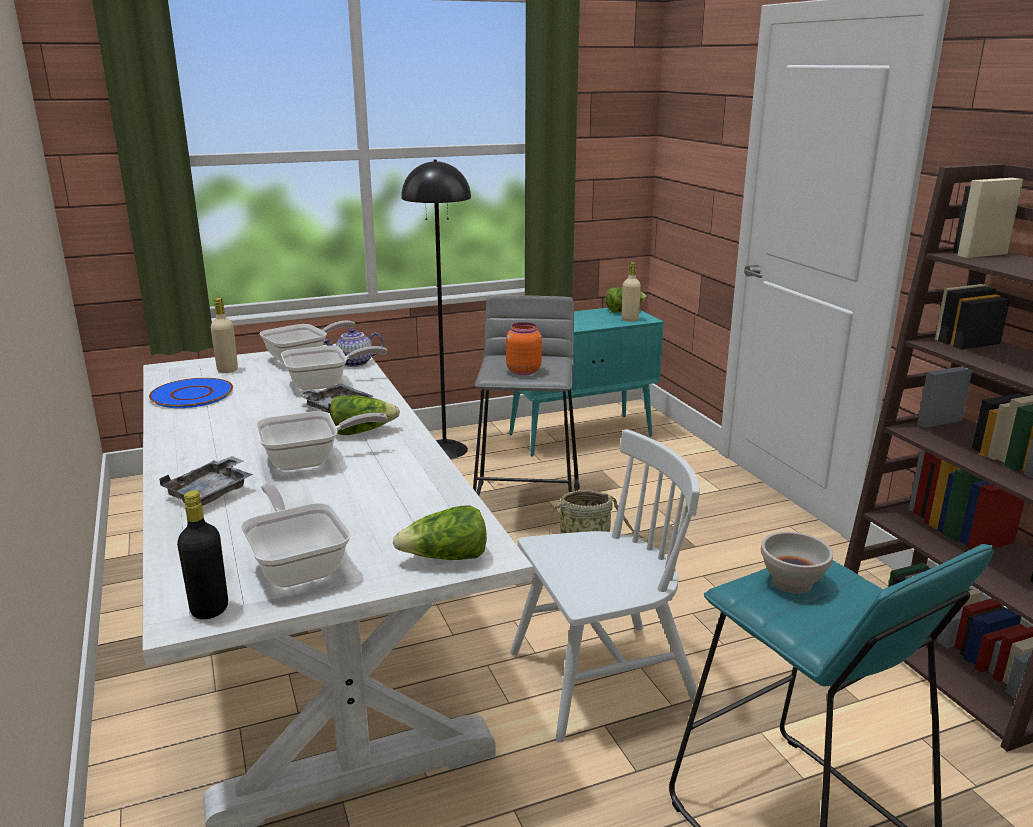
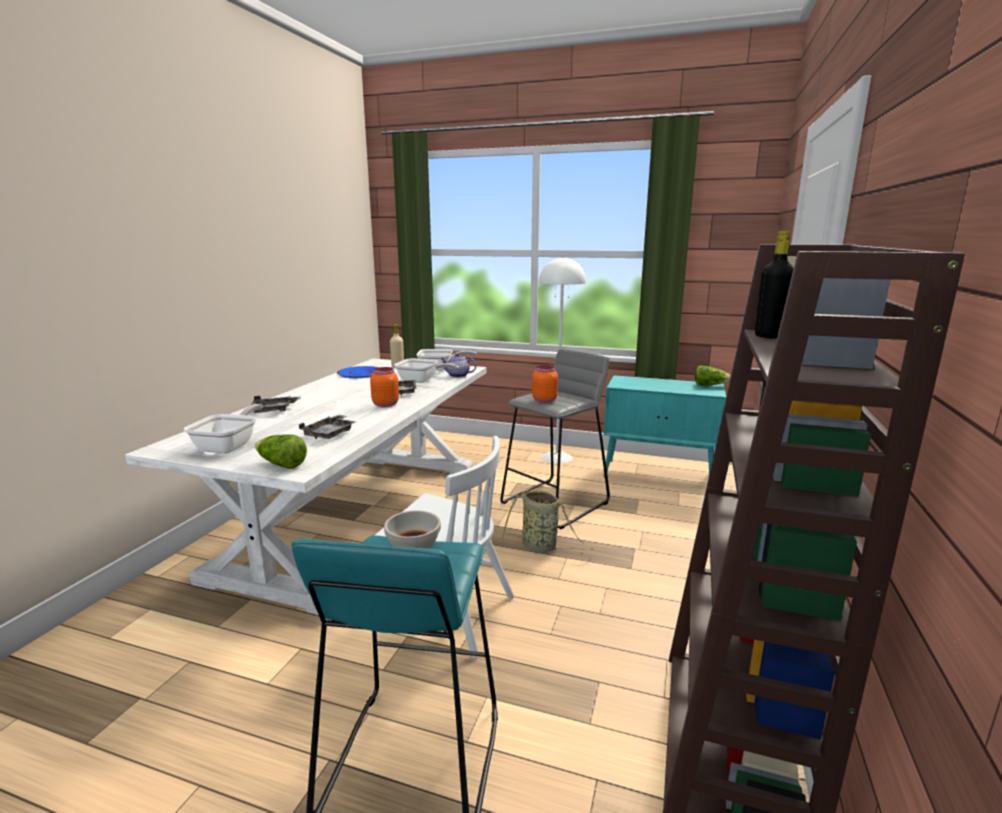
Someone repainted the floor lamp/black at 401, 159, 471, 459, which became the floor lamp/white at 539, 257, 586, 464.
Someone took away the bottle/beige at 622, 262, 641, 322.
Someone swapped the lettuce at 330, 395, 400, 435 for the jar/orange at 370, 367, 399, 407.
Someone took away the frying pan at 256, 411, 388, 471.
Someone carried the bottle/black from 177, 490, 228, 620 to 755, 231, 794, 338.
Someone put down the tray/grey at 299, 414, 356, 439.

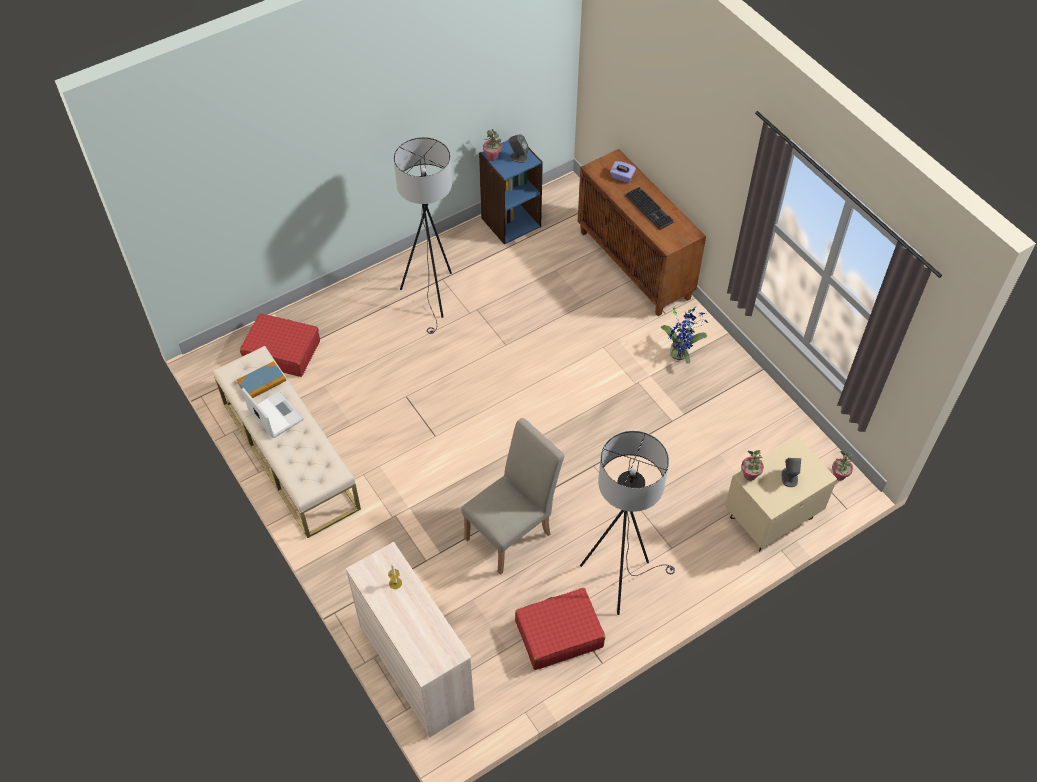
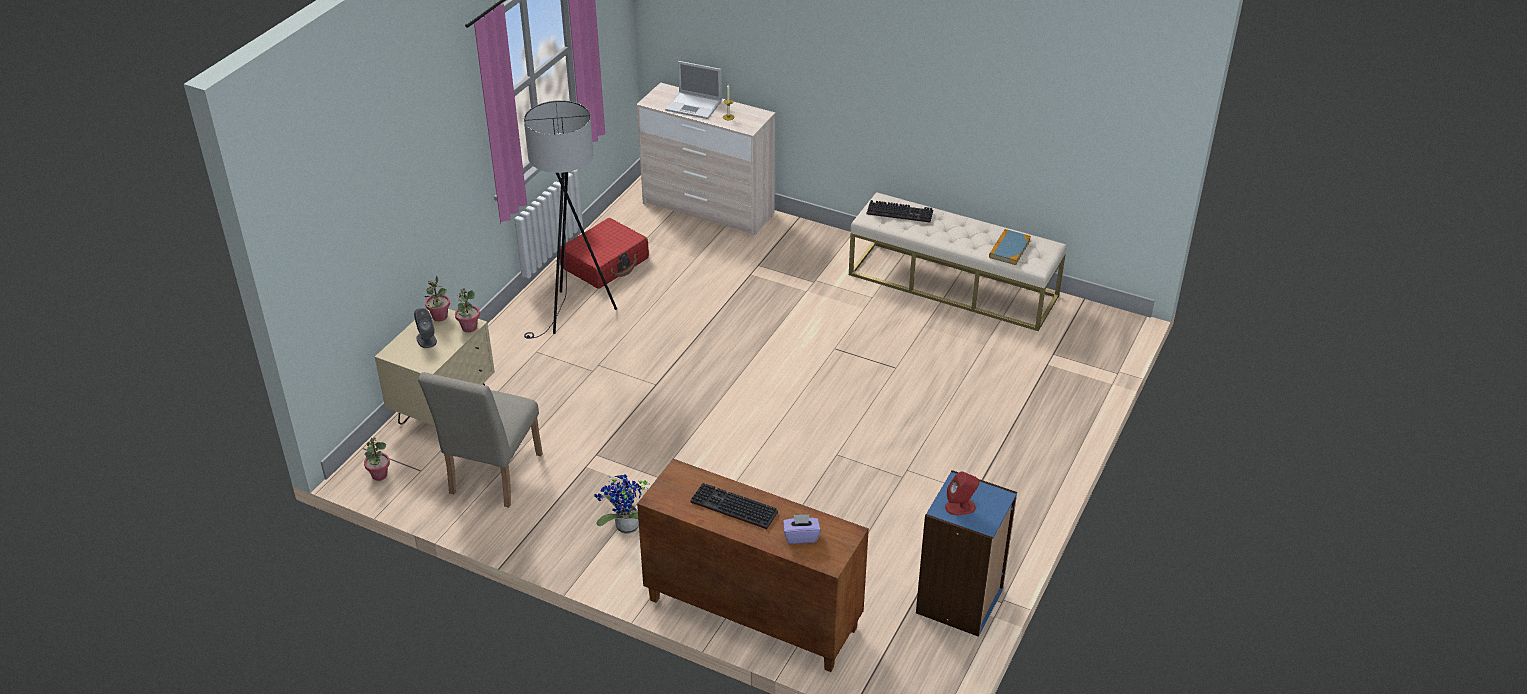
Someone carried the potted plant from 483, 129, 501, 161 to 424, 276, 450, 321.
Someone repainted the speaker/grey at 509, 134, 529, 163, which became the speaker/red at 945, 472, 979, 515.
Someone took away the floor lamp/grey at 394, 137, 452, 334.
Someone took away the suitcase/red at 240, 314, 320, 377.
Someone carried the laptop from 242, 388, 304, 438 to 665, 61, 722, 119.
Someone carried the chair/beige from 462, 418, 564, 575 to 418, 372, 543, 508.
Someone put down the keyboard at 867, 200, 933, 223.

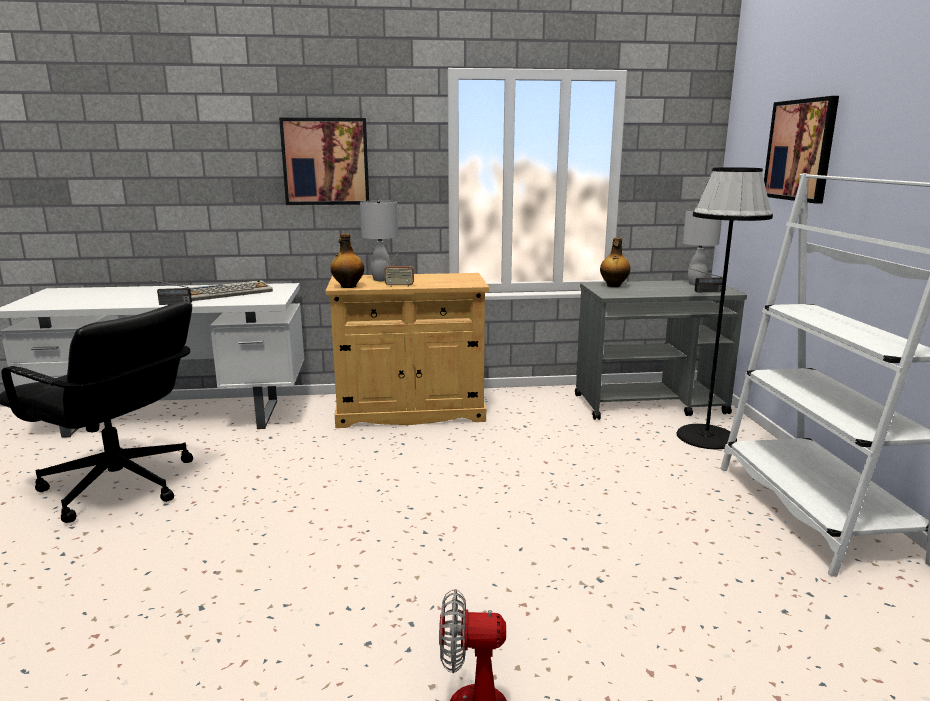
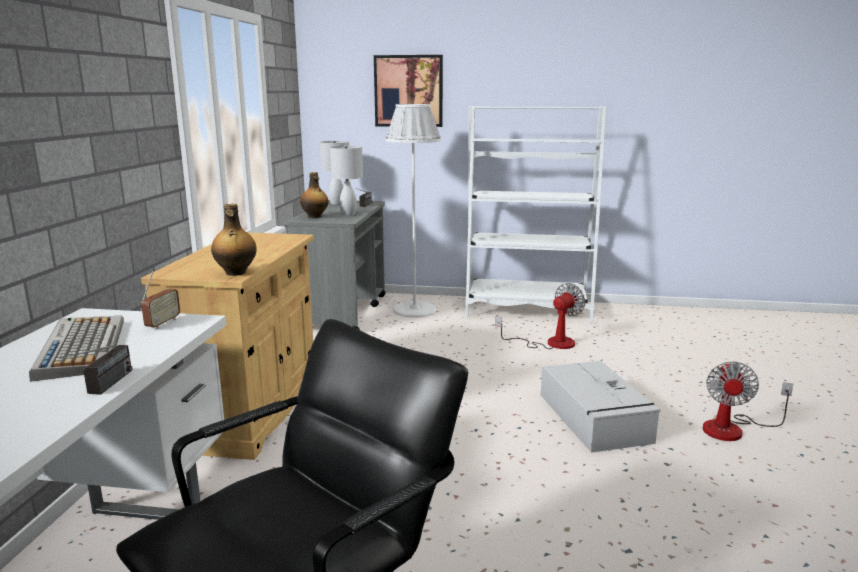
Someone took away the picture at 279, 118, 369, 205.
Someone repainted the floor lamp/black at 677, 167, 773, 449, which became the floor lamp/white at 386, 104, 441, 317.
Someone carried the table lamp/white from 360, 200, 398, 281 to 330, 146, 363, 216.
Someone carried the radio from 384, 251, 414, 287 to 141, 271, 180, 329.
Someone put down the fan at 496, 283, 585, 349.
Someone put down the storage box/grey at 541, 361, 661, 453.

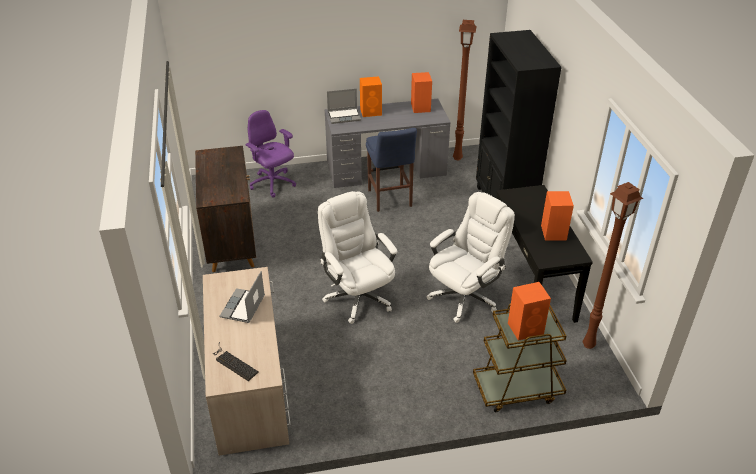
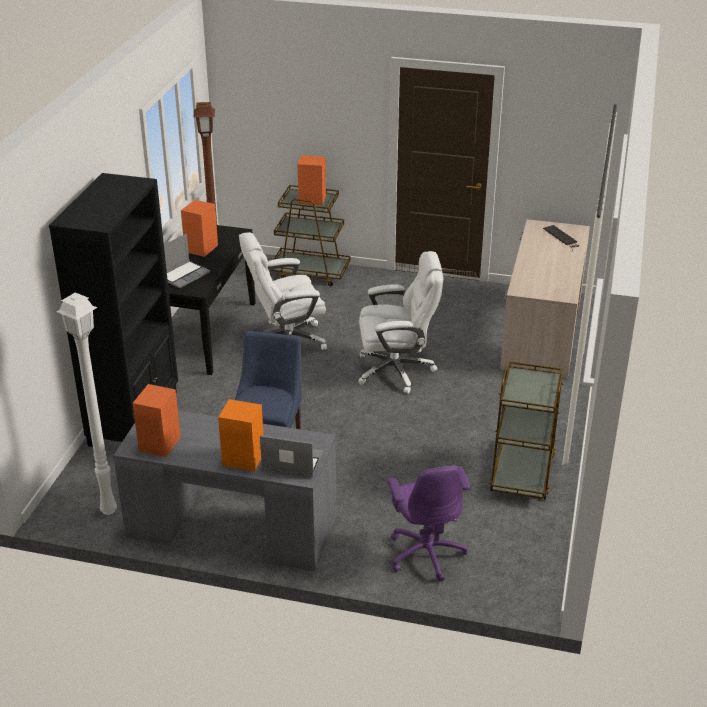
Someone repainted the floor lamp/brown at 453, 20, 477, 160, which became the floor lamp/white at 56, 292, 117, 515.
Someone swapped the cabinet/brown at 195, 146, 256, 272 for the cart/brown at 489, 362, 563, 500.
Someone rotated the office chair/white at 318, 191, 397, 324 by 90 degrees counterclockwise.
Someone carried the laptop from 219, 271, 265, 323 to 164, 234, 210, 288.

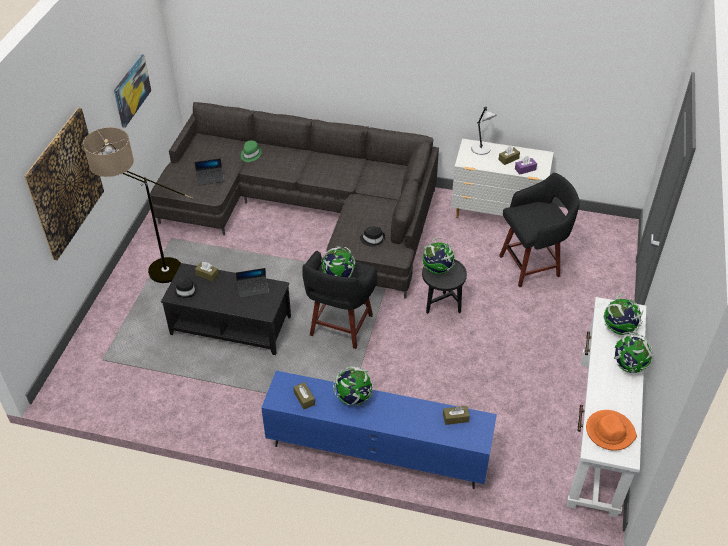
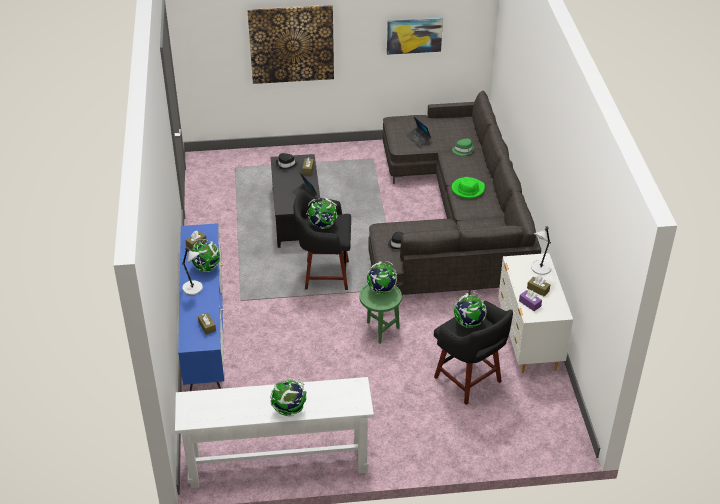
Someone took away the floor lamp at 83, 127, 193, 283.
Someone repainted the side table/black at 422, 259, 467, 314, which became the side table/green at 360, 284, 402, 344.
Someone carried the globe from 603, 294, 643, 335 to 454, 292, 487, 328.
Someone took away the hat/orange at 586, 410, 637, 451.
Someone put down the hat/green at 452, 177, 485, 199.
Someone put down the table lamp/grey at 182, 247, 203, 295.

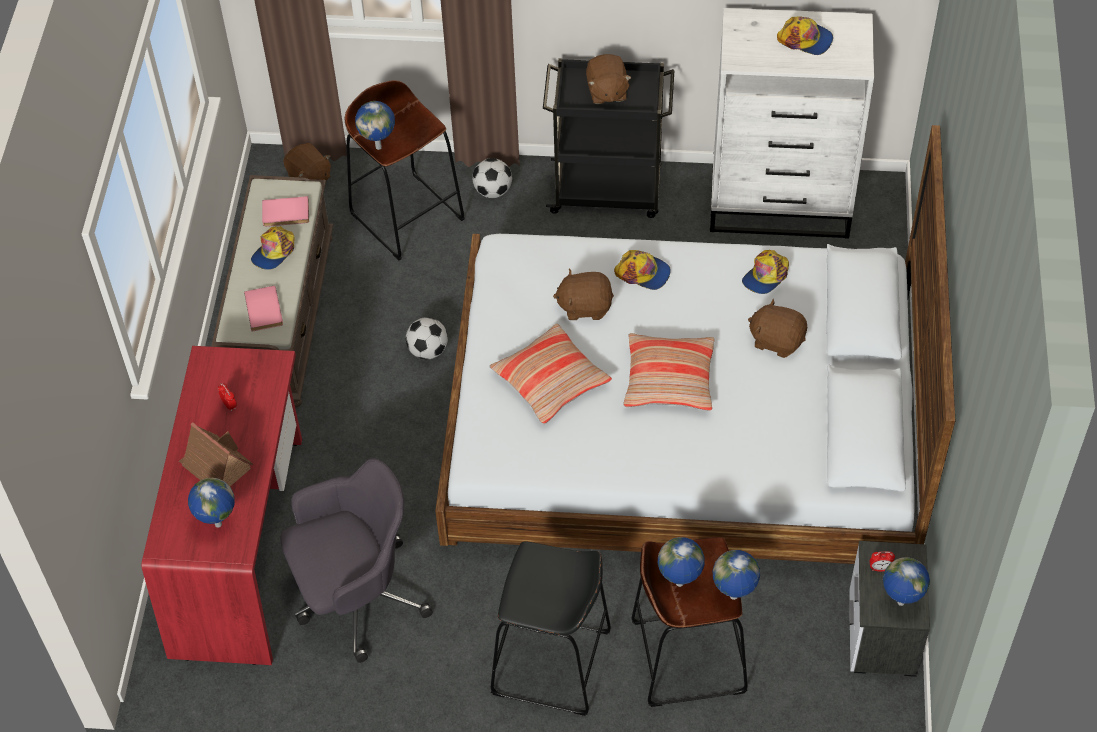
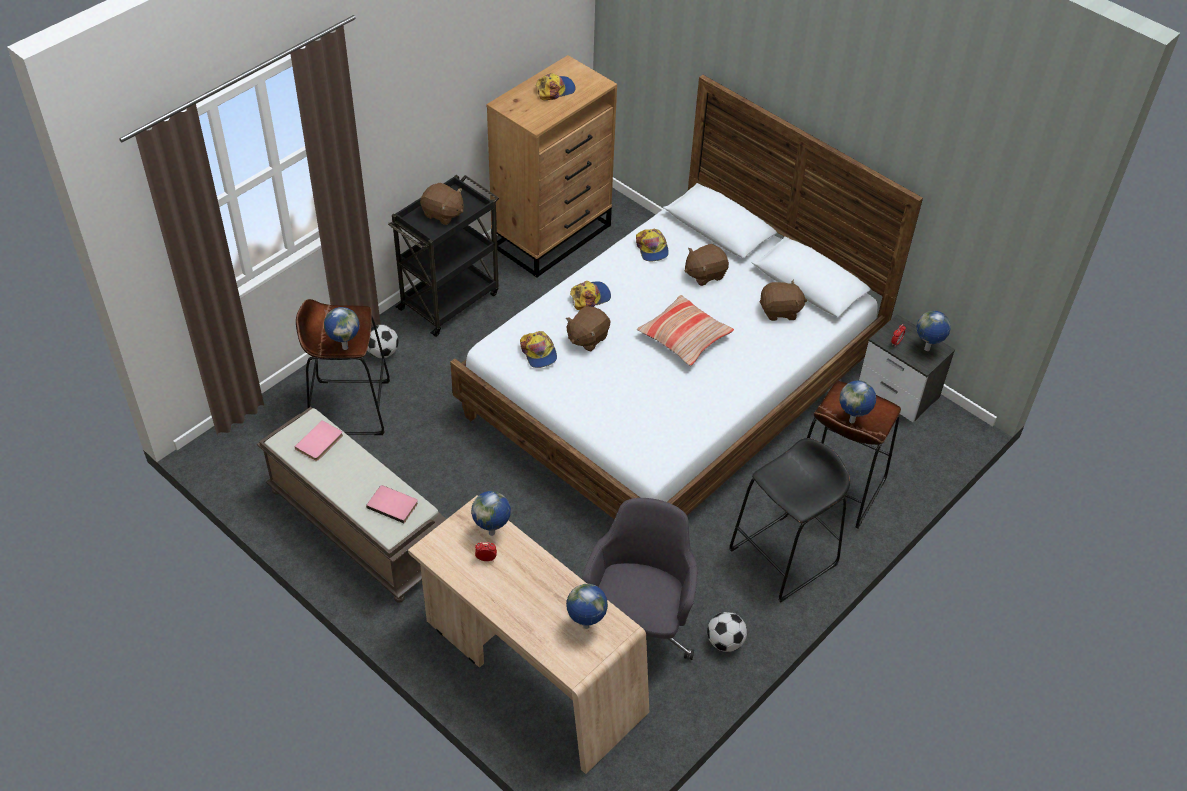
Someone repainted the dresser/white at 710, 8, 874, 239, which became the dresser/brown at 486, 55, 617, 278.
Someone carried the plush toy/brown from 283, 143, 331, 181 to 760, 279, 807, 321.
Someone carried the cap from 251, 226, 295, 270 to 520, 331, 557, 368.
Someone carried the football from 406, 317, 448, 360 to 707, 612, 747, 652.
Someone took away the pillow at 489, 324, 612, 424.
Someone repainted the desk/red at 142, 346, 302, 665, which became the desk/beige at 408, 495, 649, 774.
Someone took away the toy house at 179, 422, 253, 486.
Someone carried the globe from 713, 550, 760, 600 to 471, 491, 511, 536.

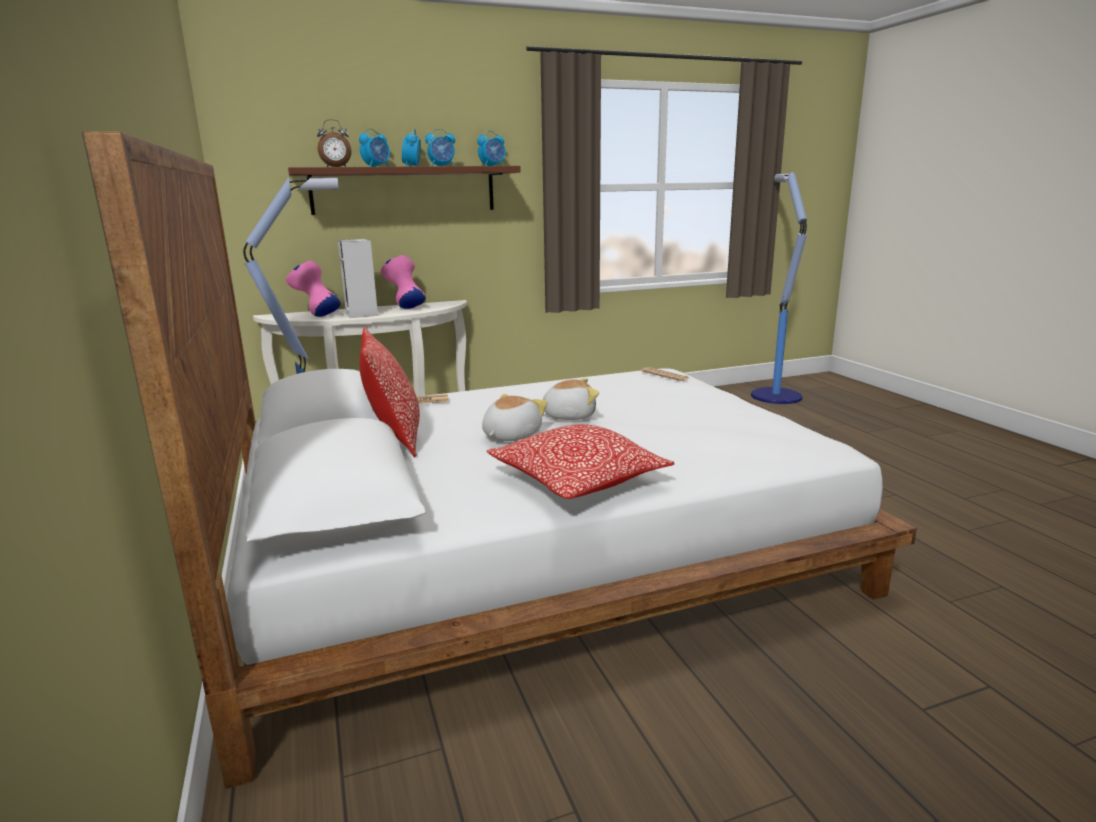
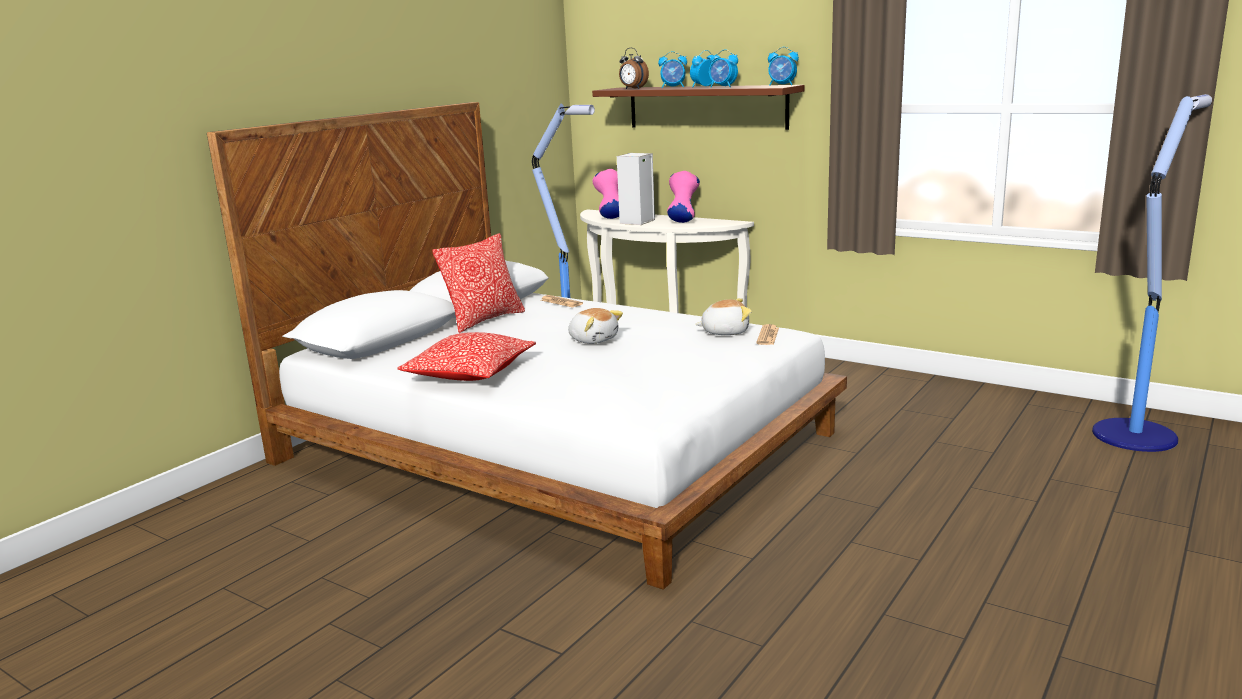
Someone carried the plush toy from 482, 394, 547, 441 to 695, 298, 752, 335.

